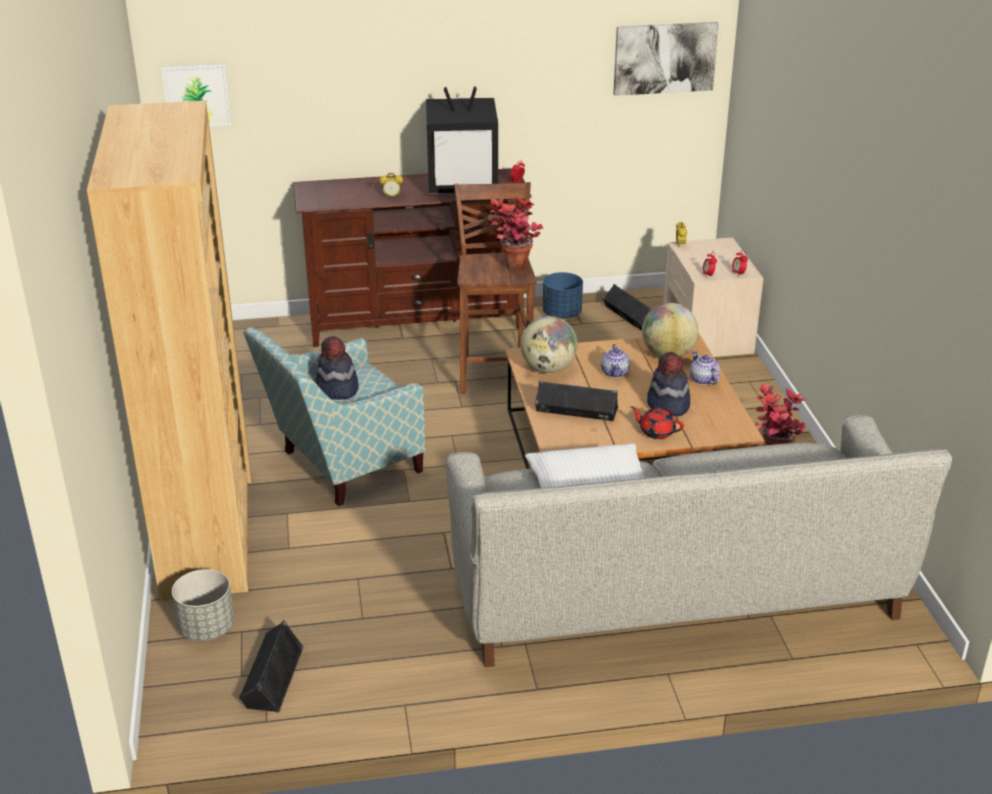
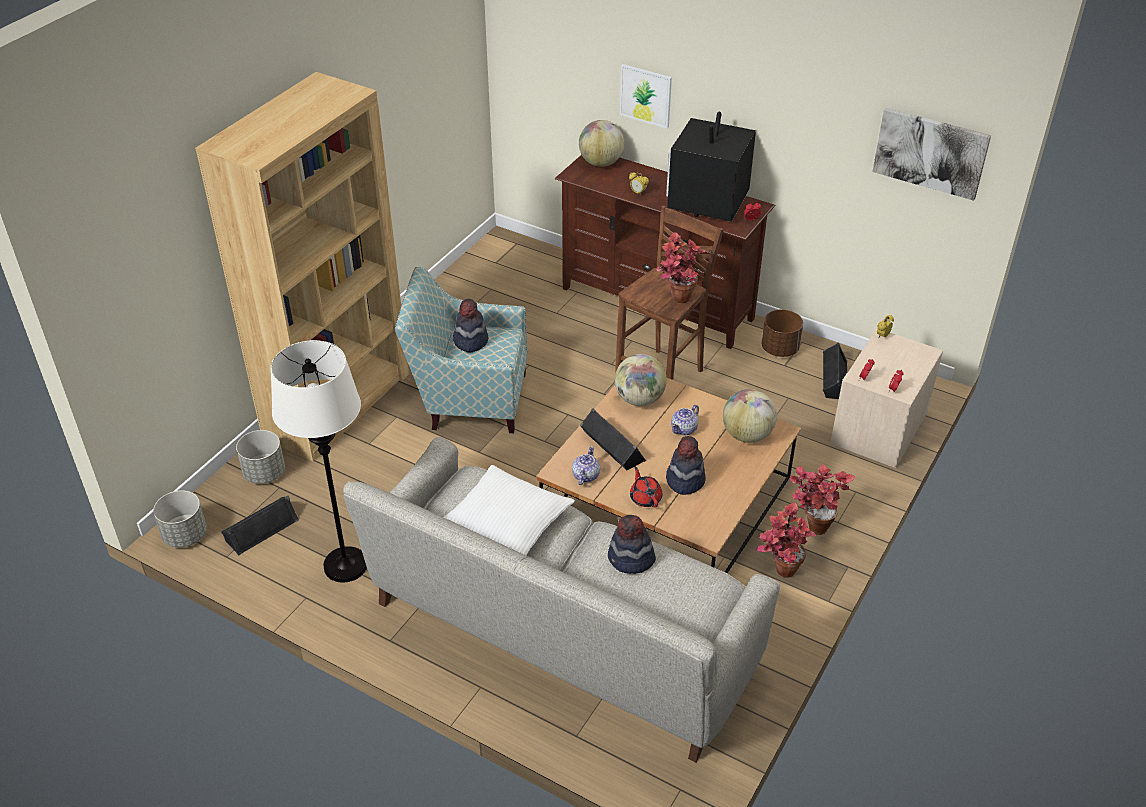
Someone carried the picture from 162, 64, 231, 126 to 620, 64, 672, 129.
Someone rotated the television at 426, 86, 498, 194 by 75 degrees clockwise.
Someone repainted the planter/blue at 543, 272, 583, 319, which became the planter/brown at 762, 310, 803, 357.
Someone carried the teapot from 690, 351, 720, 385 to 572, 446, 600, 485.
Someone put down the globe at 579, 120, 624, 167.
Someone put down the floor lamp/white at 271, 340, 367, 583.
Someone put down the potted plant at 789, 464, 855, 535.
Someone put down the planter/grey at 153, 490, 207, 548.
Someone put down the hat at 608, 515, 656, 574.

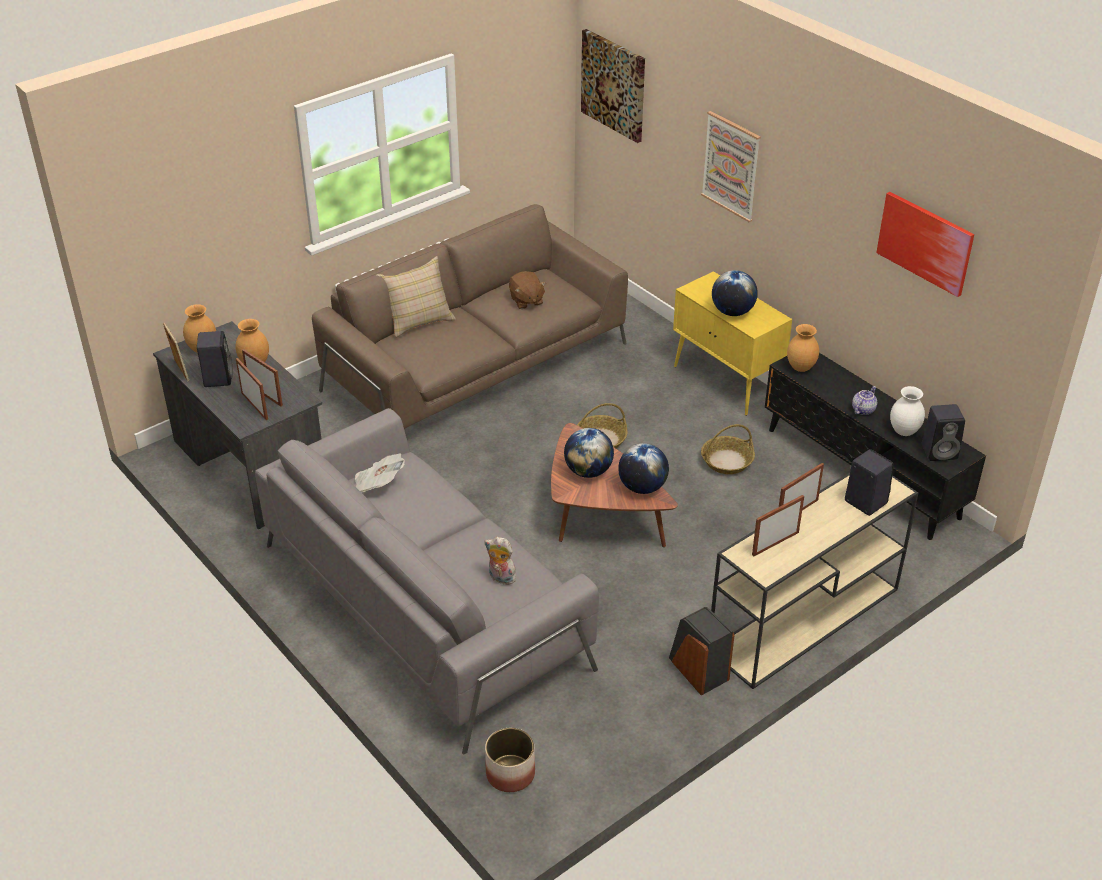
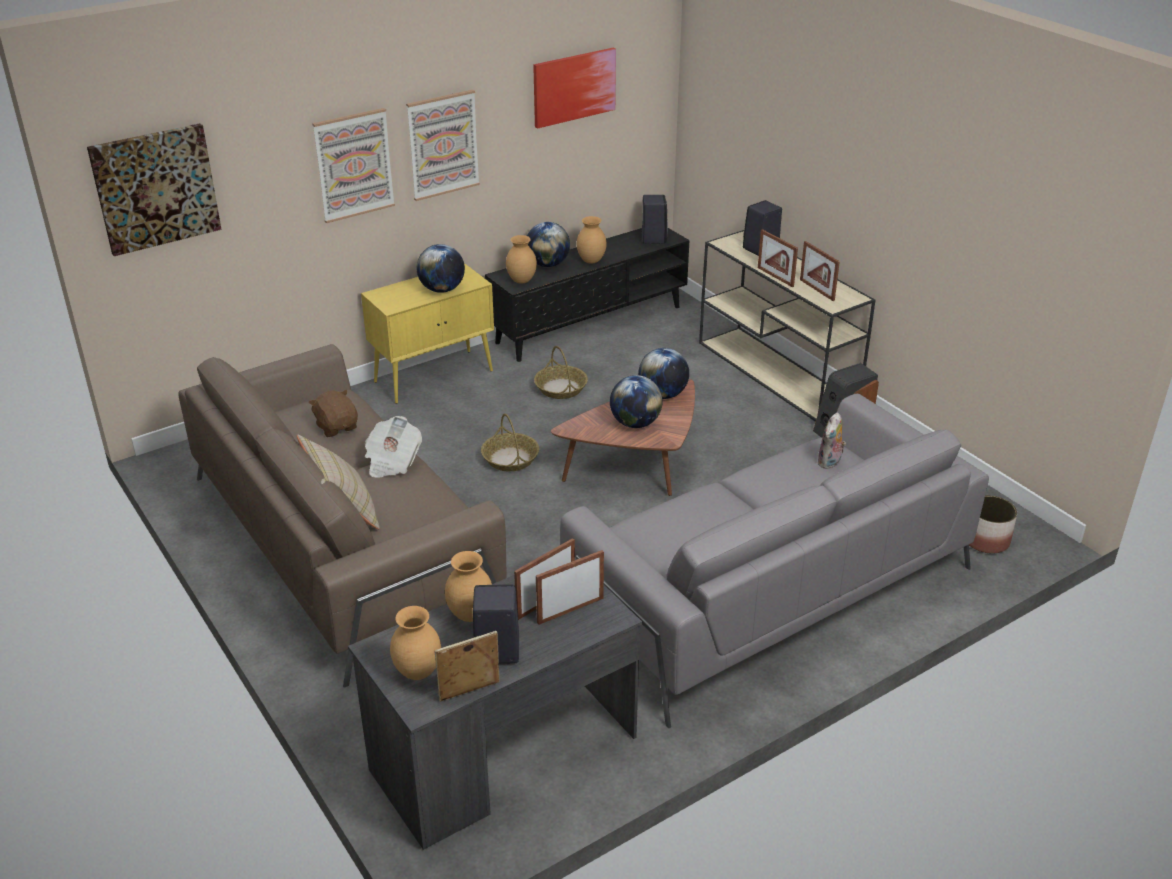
Someone rotated the plush toy/brown at 509, 271, 546, 309 by 105 degrees counterclockwise.
Someone swapped the teapot at 852, 386, 877, 415 for the vase/brown at 577, 216, 606, 264.
Someone took away the vase/white at 890, 386, 925, 436.
Someone carried the newspaper from 355, 453, 405, 492 to 365, 416, 422, 478.
Someone put up the picture at 406, 90, 480, 201.
Someone put down the globe at 527, 222, 570, 267.

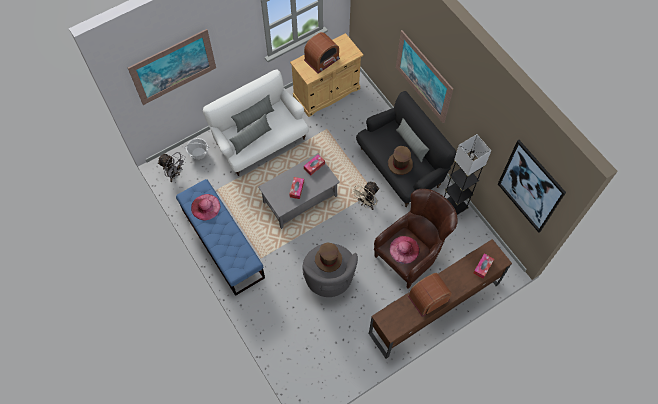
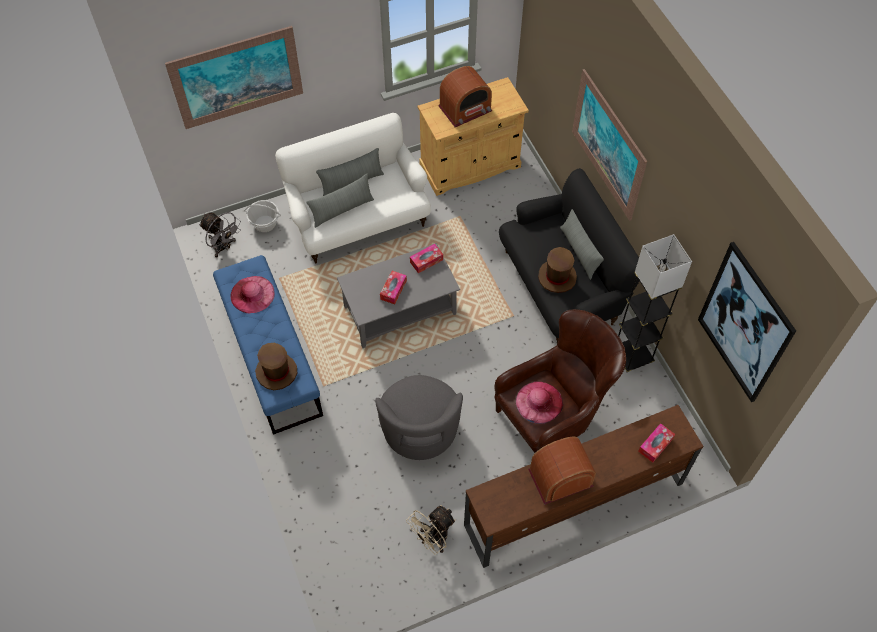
Someone carried the fan/beige from 351, 181, 379, 210 to 406, 505, 456, 554.
Someone carried the hat/brown from 315, 243, 342, 272 to 255, 343, 297, 390.

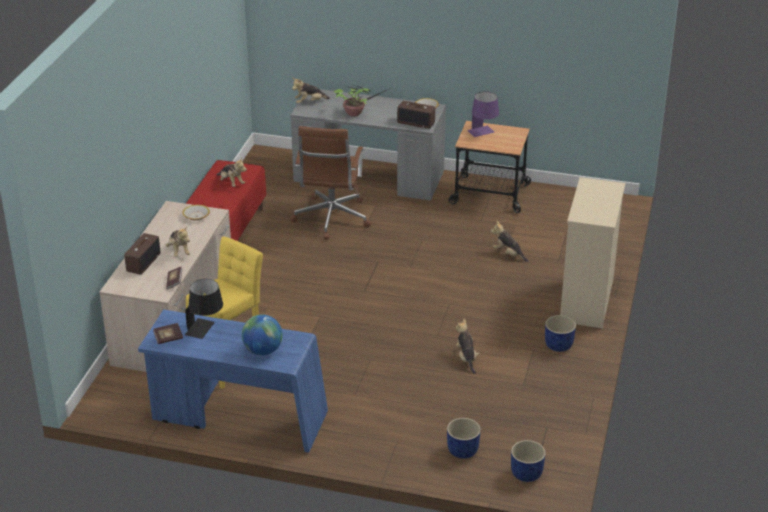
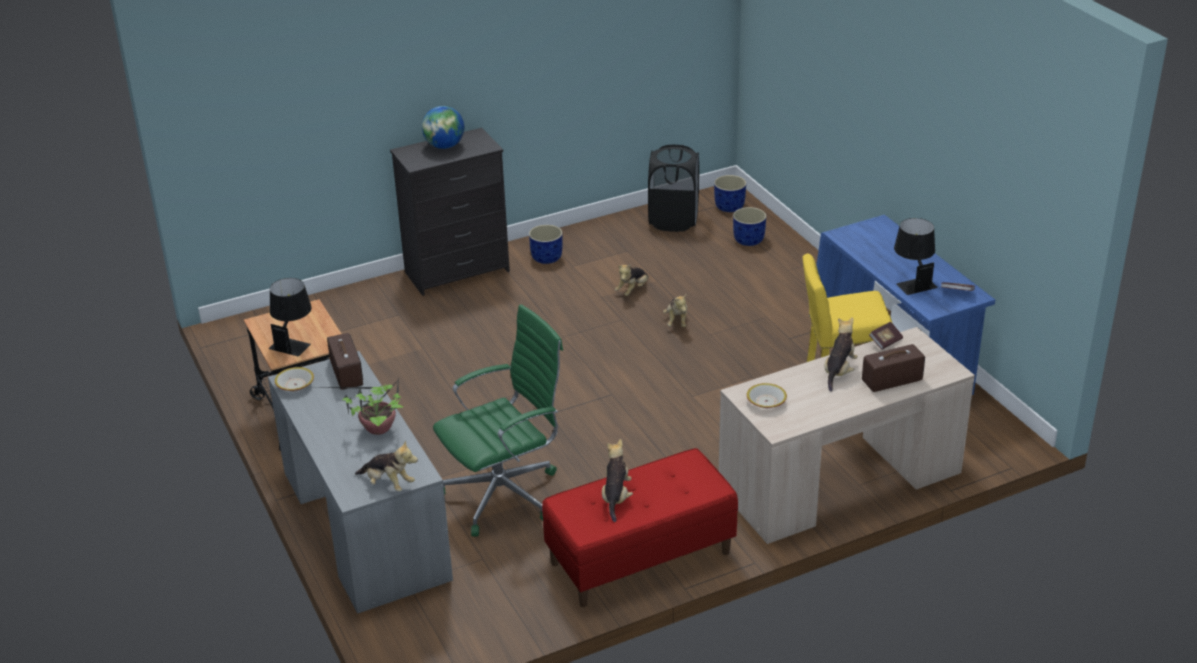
Someone repainted the table lamp/purple at 467, 92, 499, 137, which became the table lamp/black at 269, 278, 312, 356.
Someone repainted the office chair/brown at 290, 126, 371, 240, which became the office chair/green at 433, 304, 563, 536.
Someone repainted the dresser/beige at 560, 177, 625, 328, which became the dresser/black at 390, 128, 510, 296.
Someone carried the plush toy from 491, 221, 529, 262 to 663, 294, 687, 327.
Someone carried the globe from 242, 314, 282, 355 to 422, 106, 464, 149.
Someone put down the laundry basket/black at 648, 144, 699, 232.

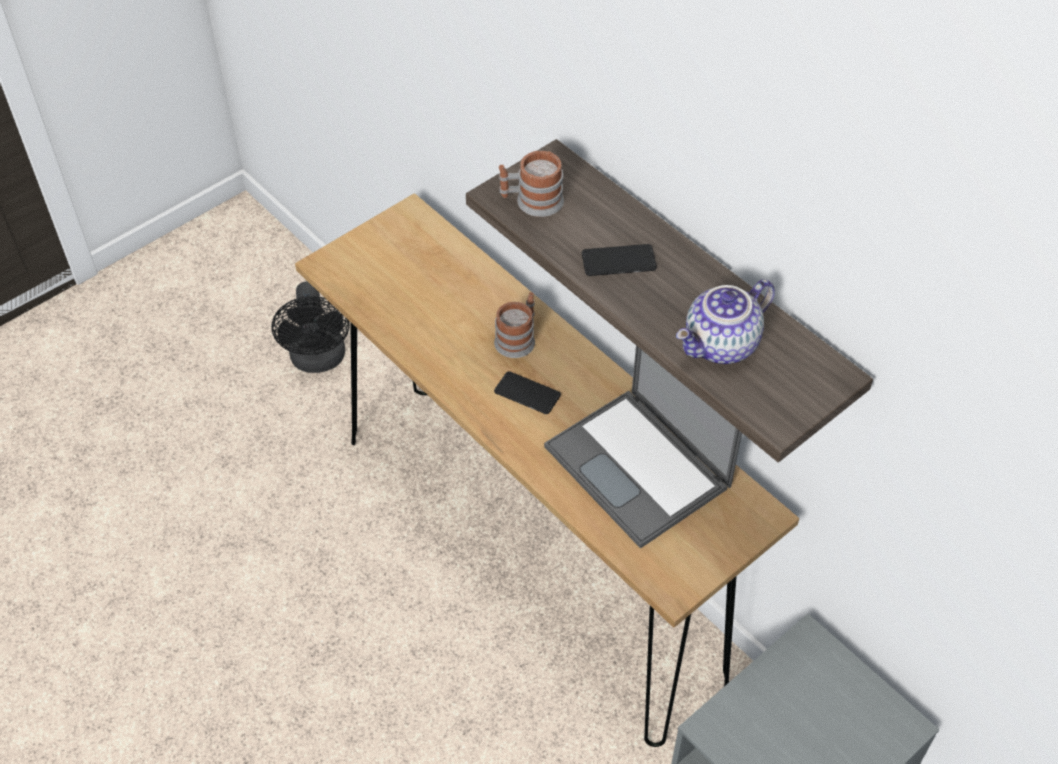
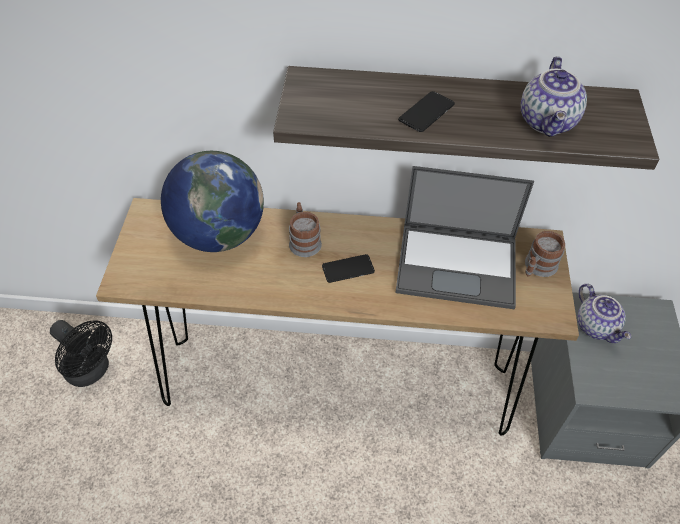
Someone carried the mug from 499, 151, 564, 217 to 525, 231, 565, 277.
Someone put down the globe at 161, 151, 264, 252.
Someone put down the teapot at 578, 284, 631, 343.

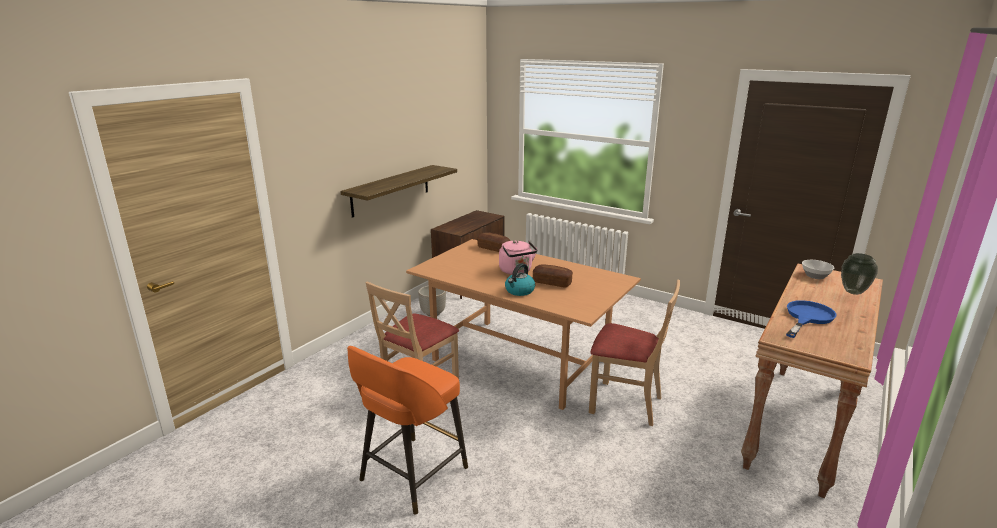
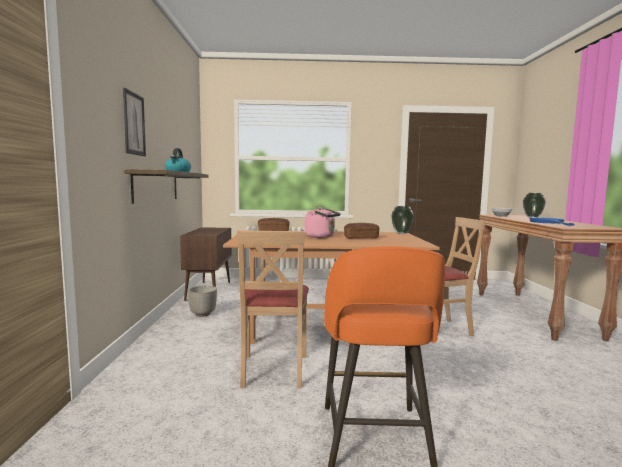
Someone carried the kettle from 505, 263, 535, 296 to 165, 148, 191, 172.
Someone put up the picture at 123, 88, 146, 156.
Someone put down the vase at 391, 206, 414, 234.

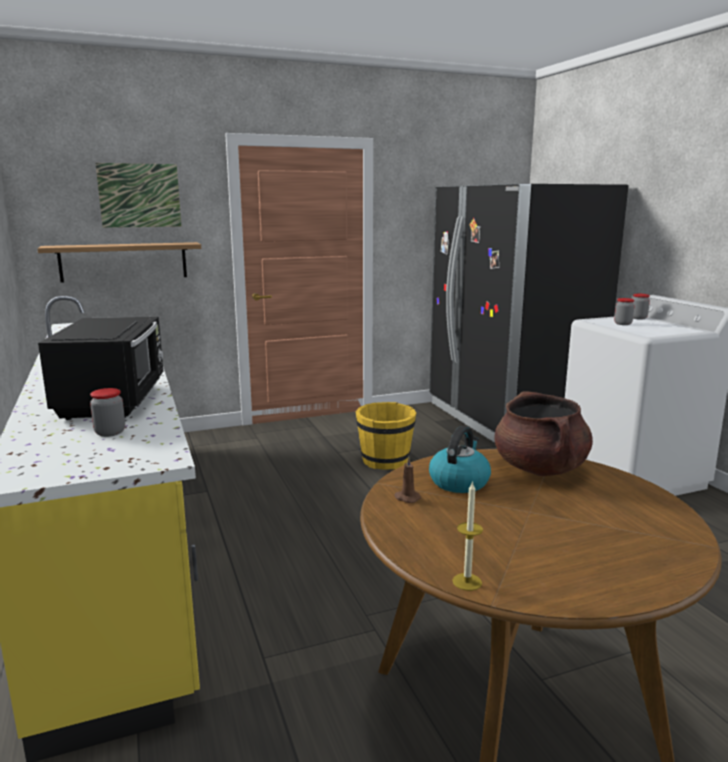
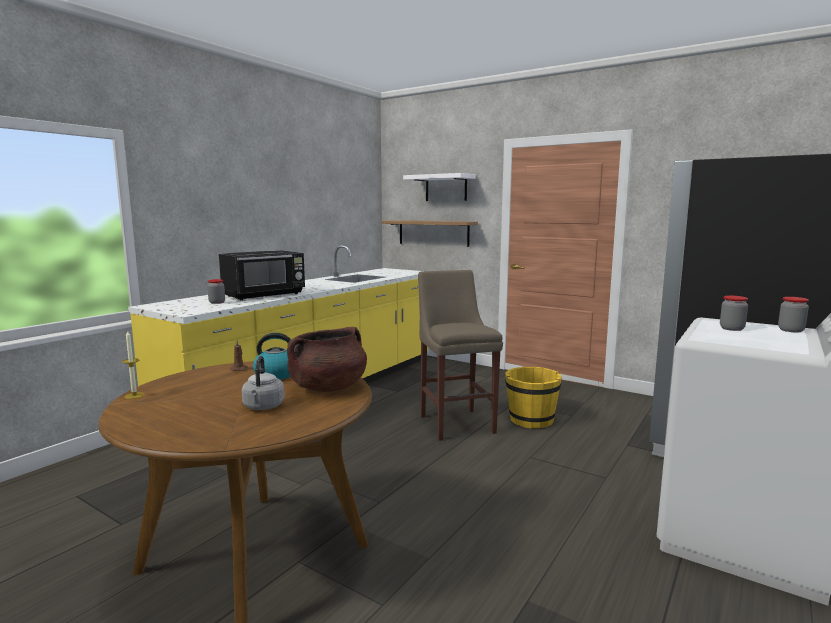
Someone swapped the picture at 95, 163, 182, 228 for the shelf/white at 403, 173, 476, 201.
Someone put down the stool/beige at 418, 270, 503, 441.
Someone put down the kettle/grey at 242, 356, 285, 410.

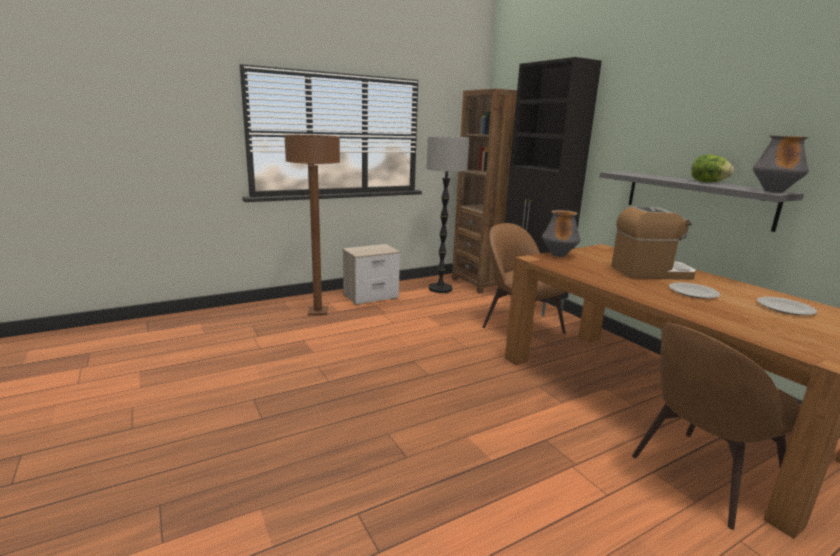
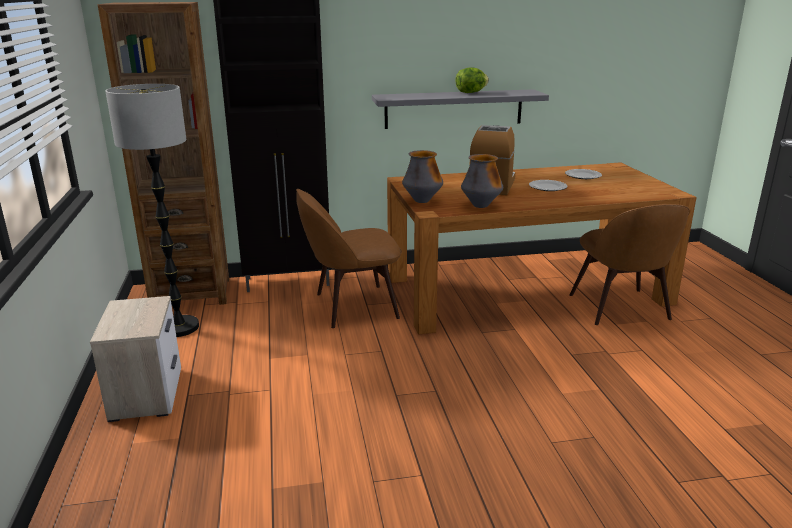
Someone took away the floor lamp/brown at 284, 135, 340, 316.
Someone carried the vase from 753, 135, 809, 193 to 461, 154, 503, 208.

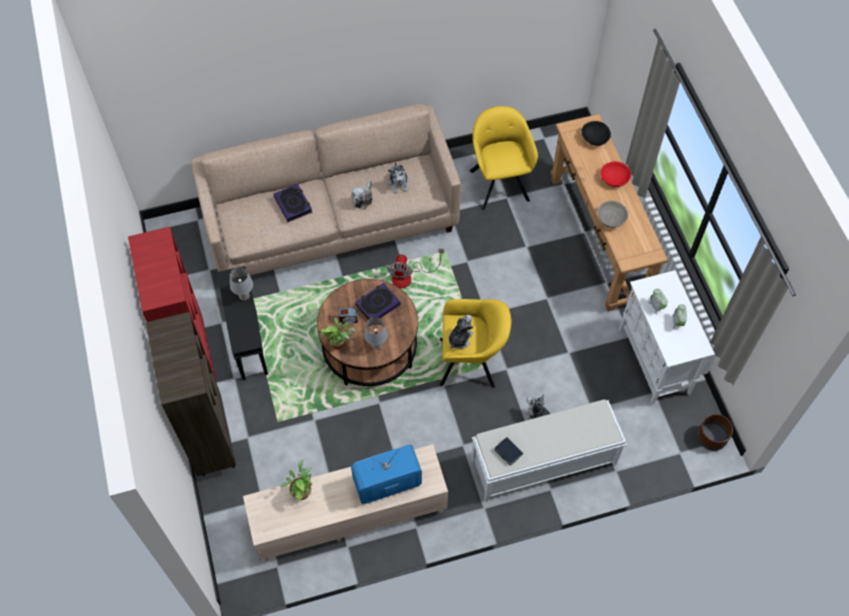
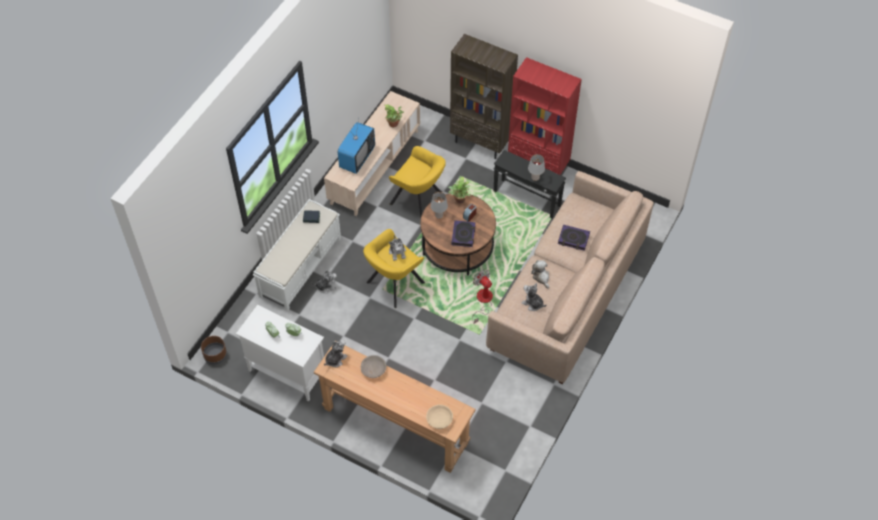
Someone carried the armchair/yellow from 470, 106, 538, 210 to 389, 146, 446, 218.
Someone repainted the bowl/black at 581, 121, 611, 146, which became the bowl/beige at 426, 405, 453, 429.
Someone took away the bowl/red at 601, 161, 631, 187.
Someone put down the plush toy at 324, 340, 348, 367.

